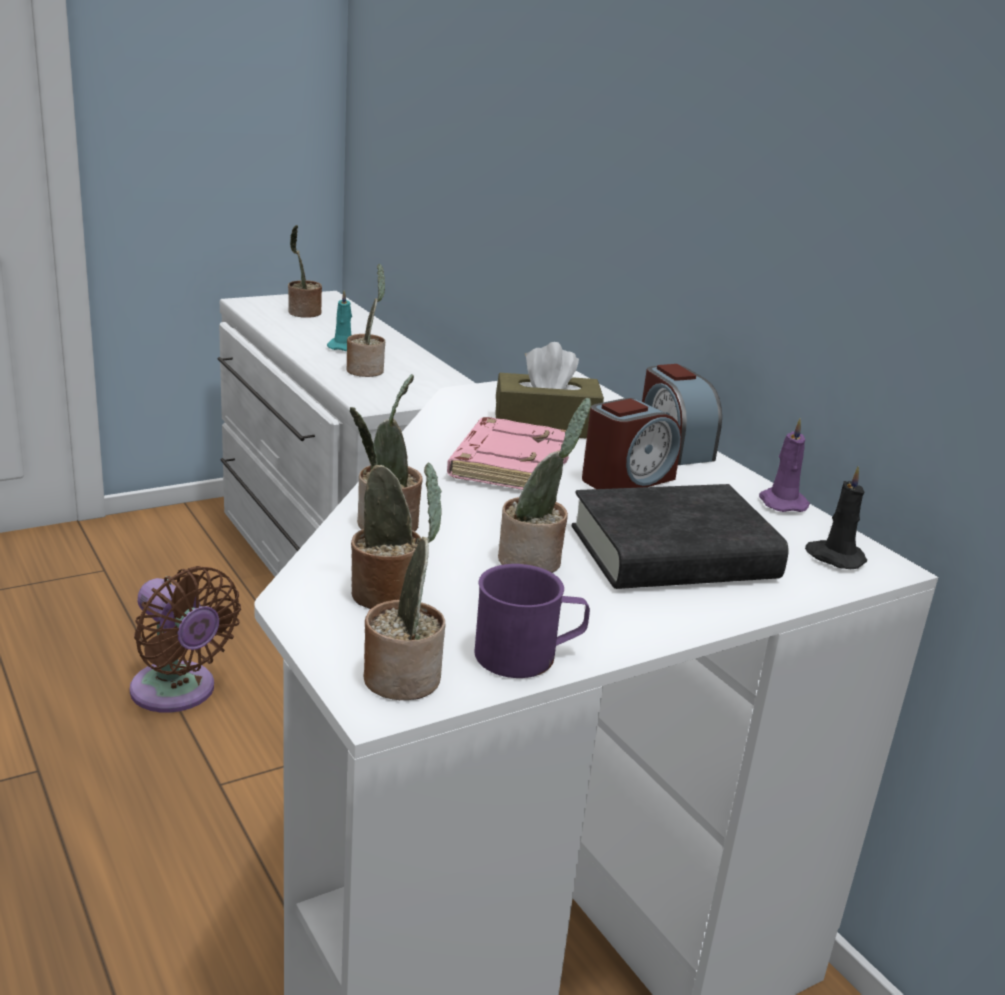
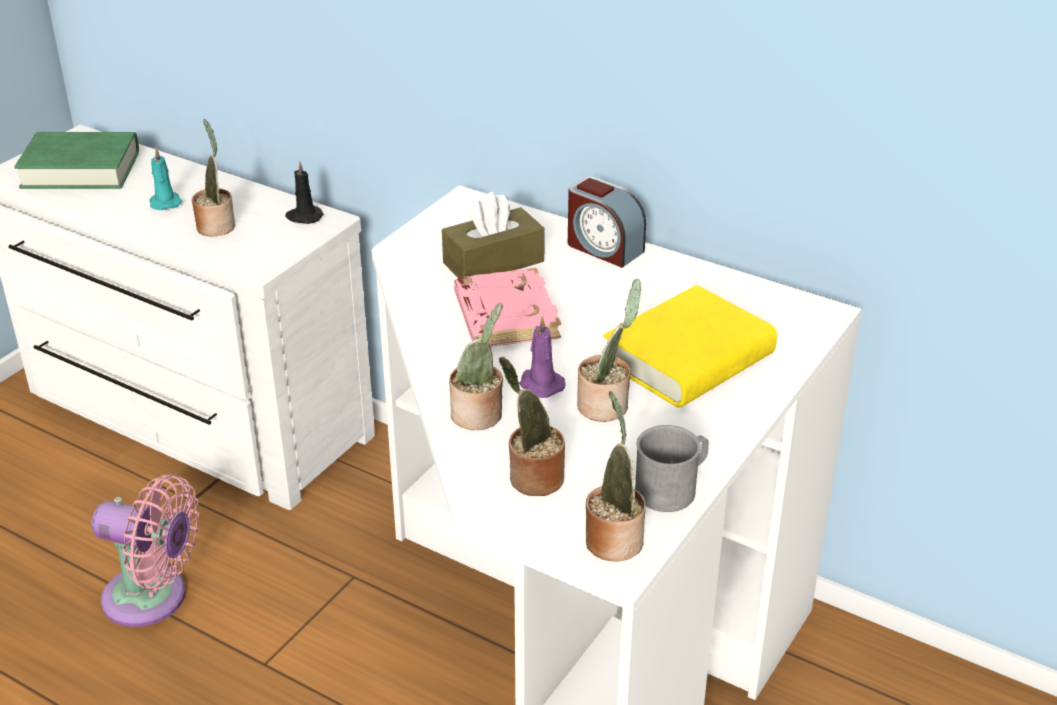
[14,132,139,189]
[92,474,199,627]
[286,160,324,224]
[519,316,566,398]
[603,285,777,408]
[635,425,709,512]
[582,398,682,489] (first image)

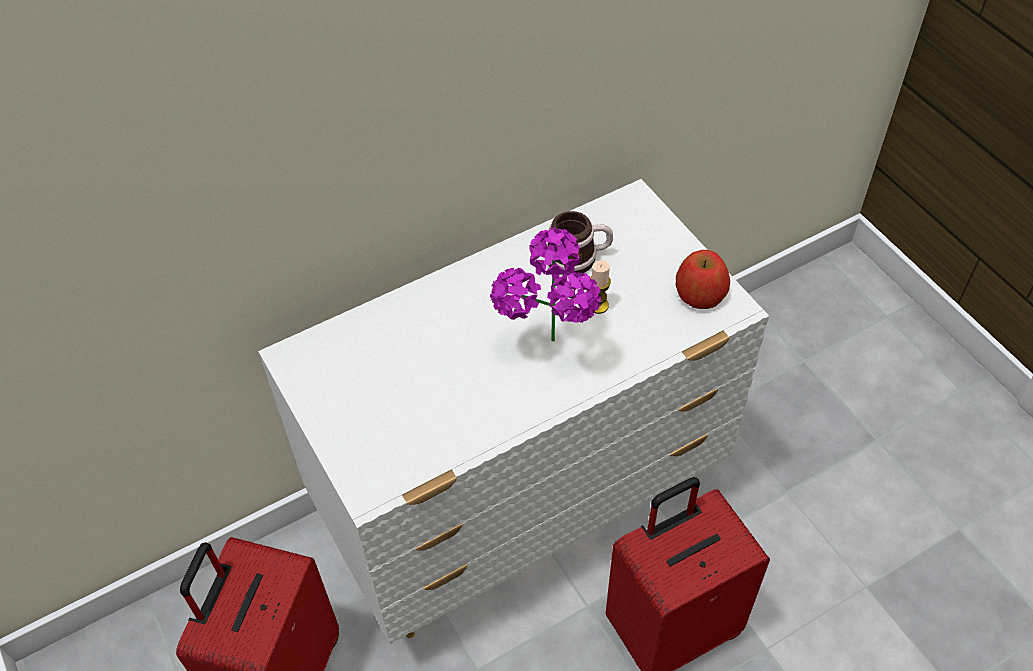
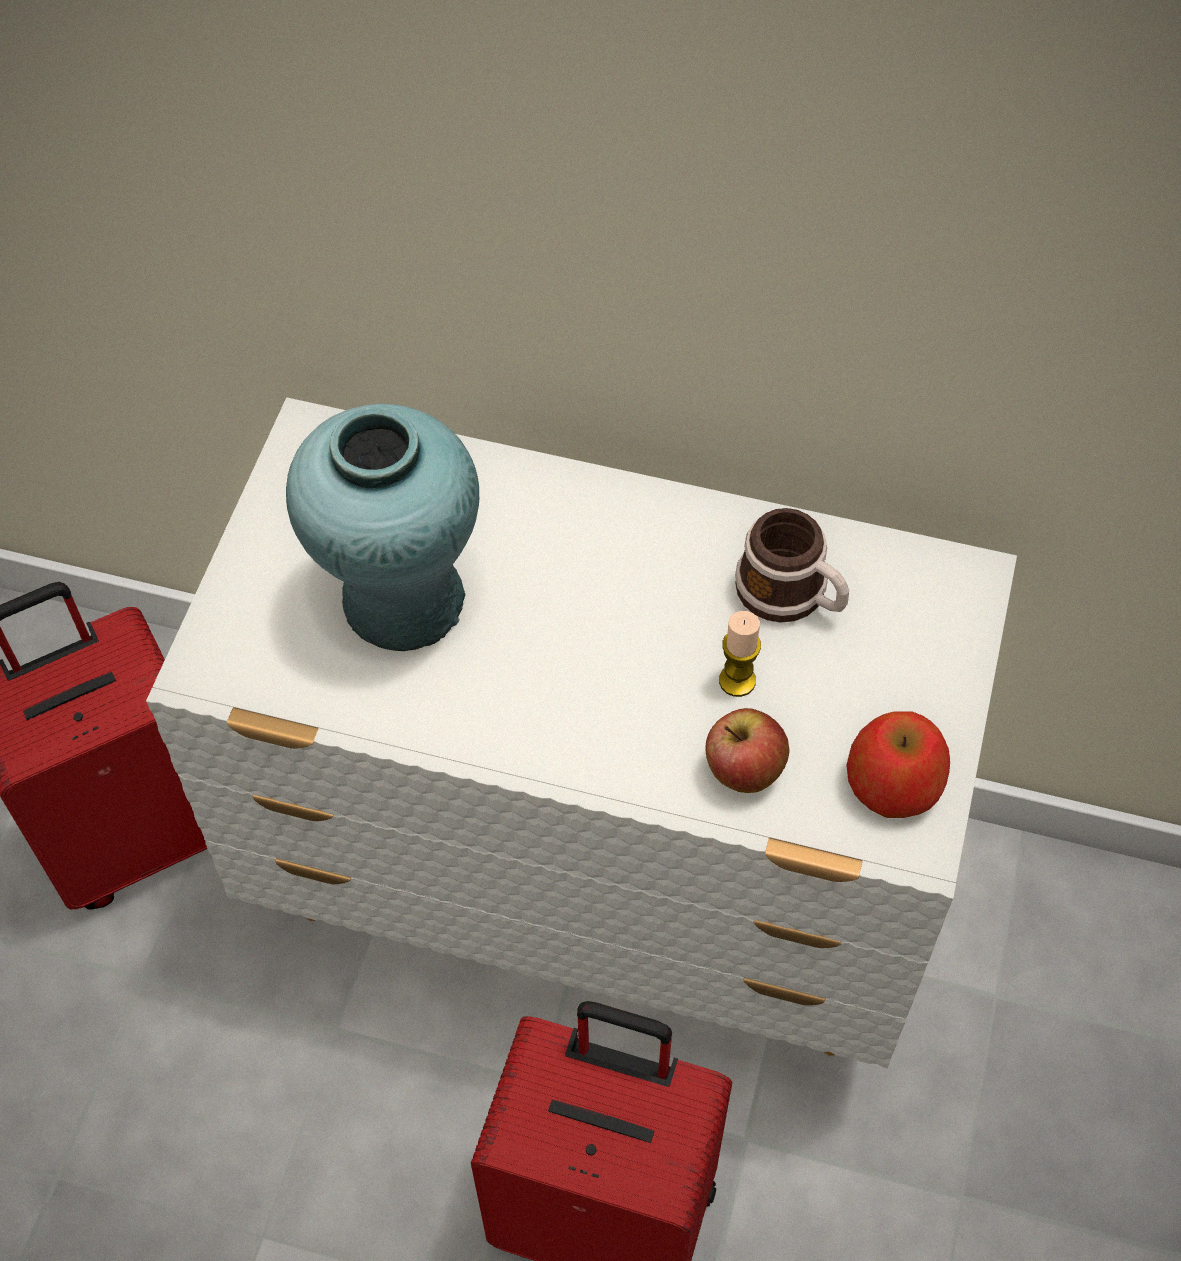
[286,404,479,651]
[705,708,790,793]
[490,227,601,341] (first image)

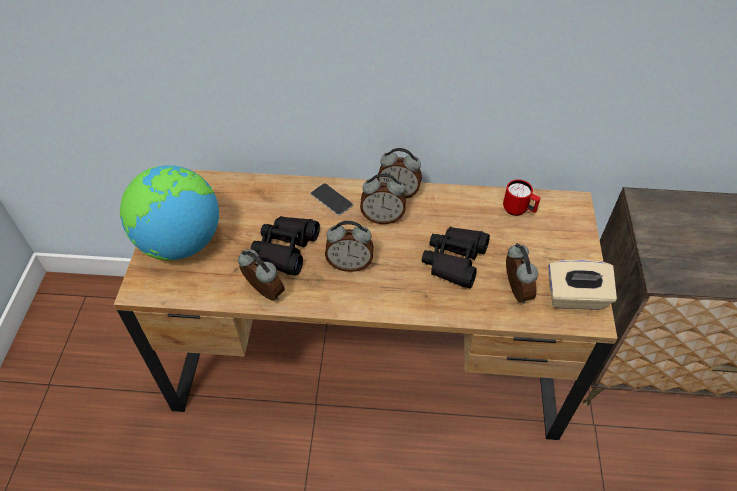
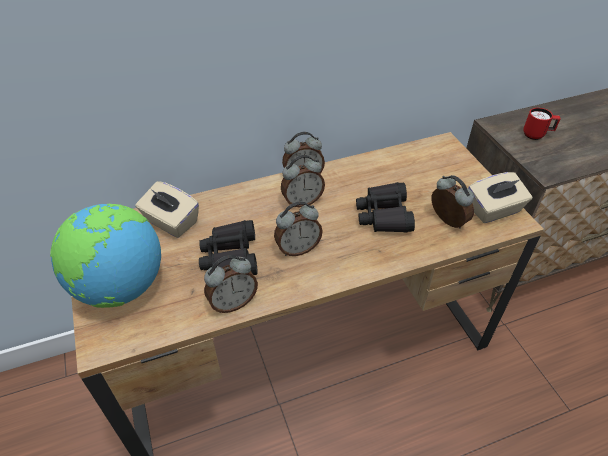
[135,181,199,238]
[204,255,258,313]
[523,108,561,140]
[310,183,353,215] (first image)

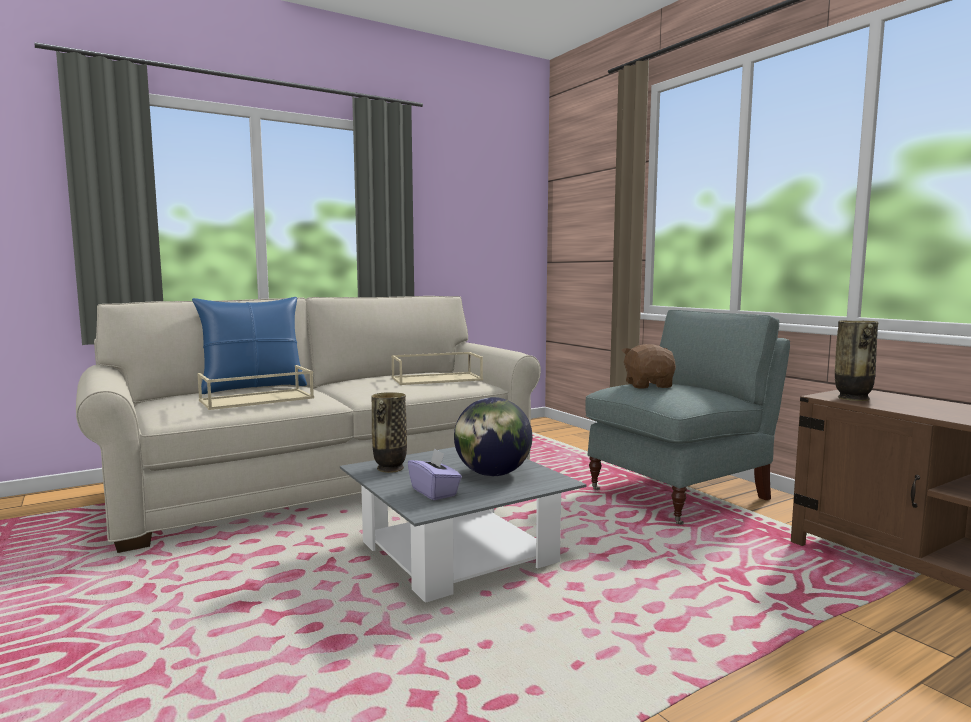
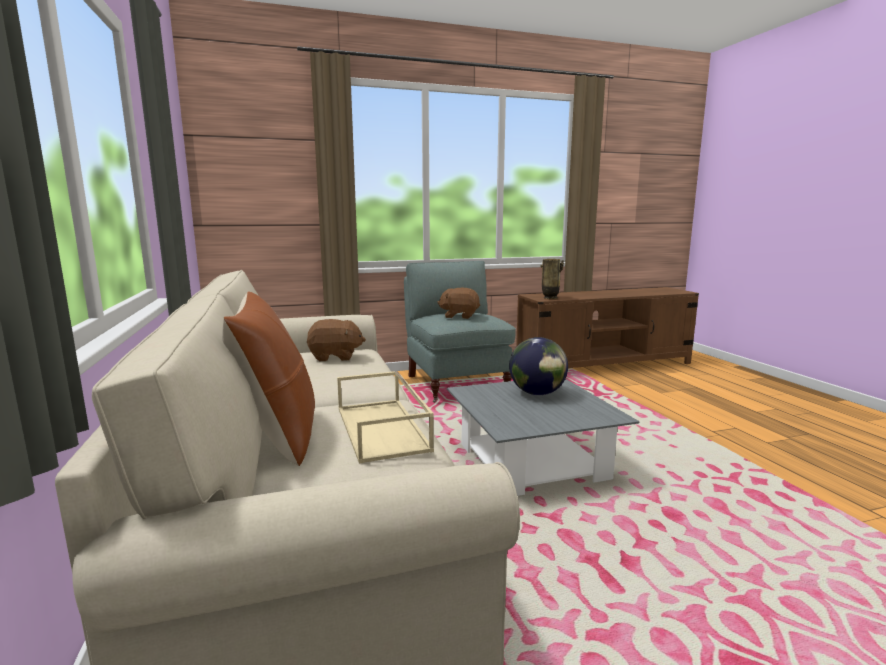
[222,291,315,466]
[307,319,366,361]
[371,392,407,473] (first image)
[408,448,462,500] (first image)

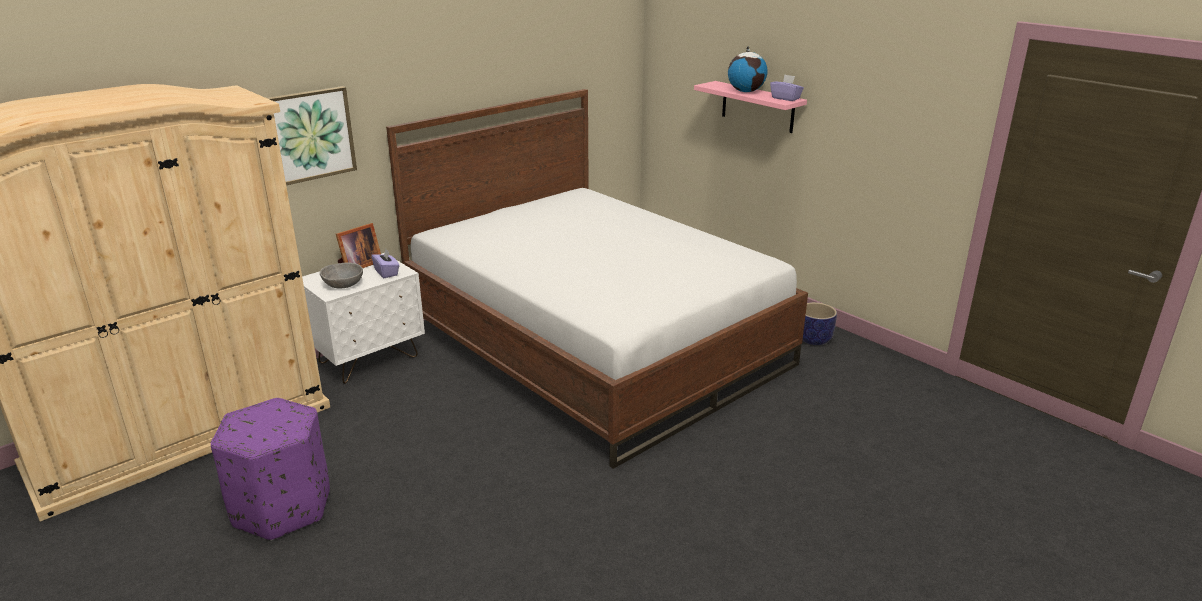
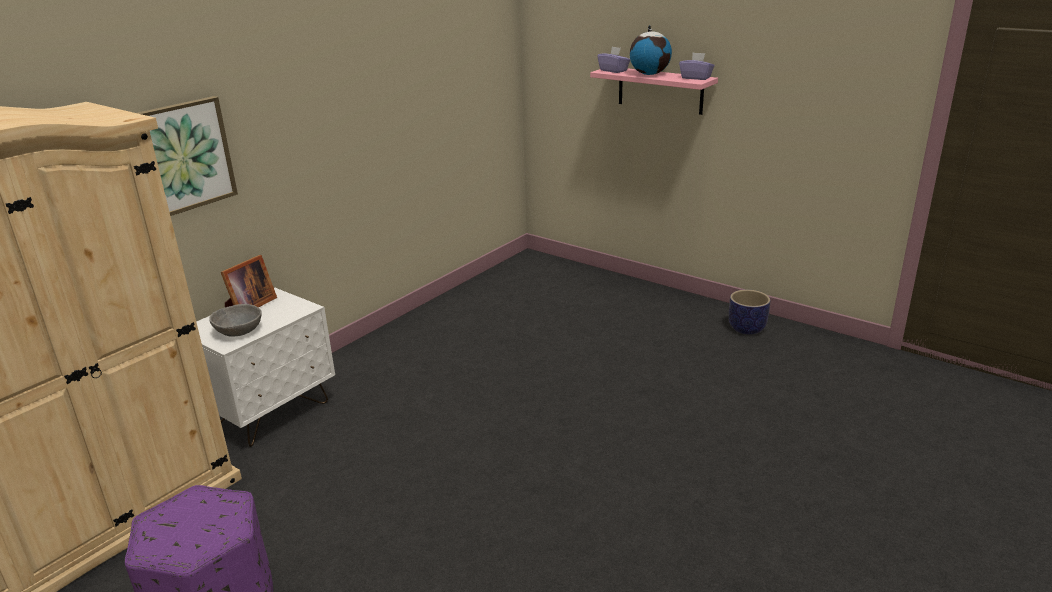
[598,46,630,73]
[386,89,808,469] (first image)

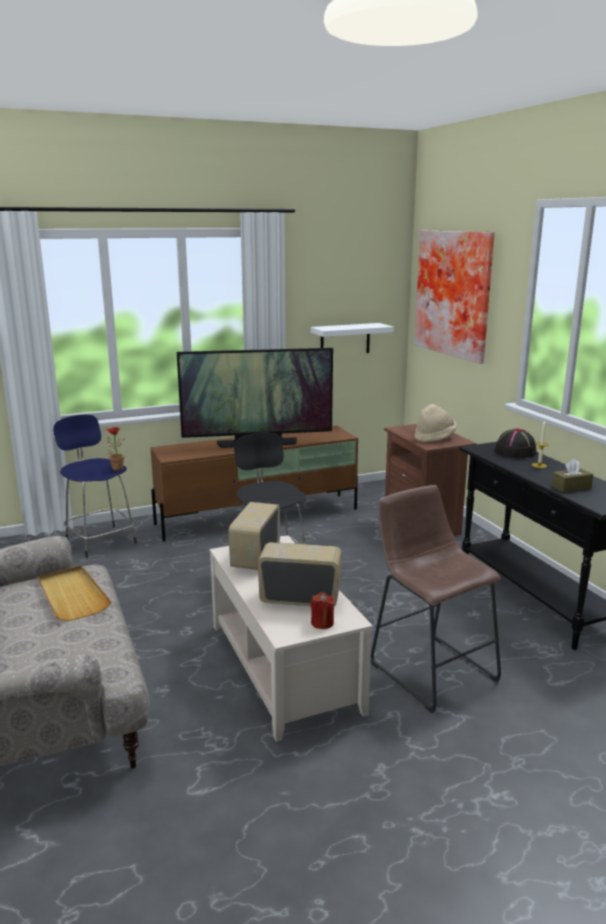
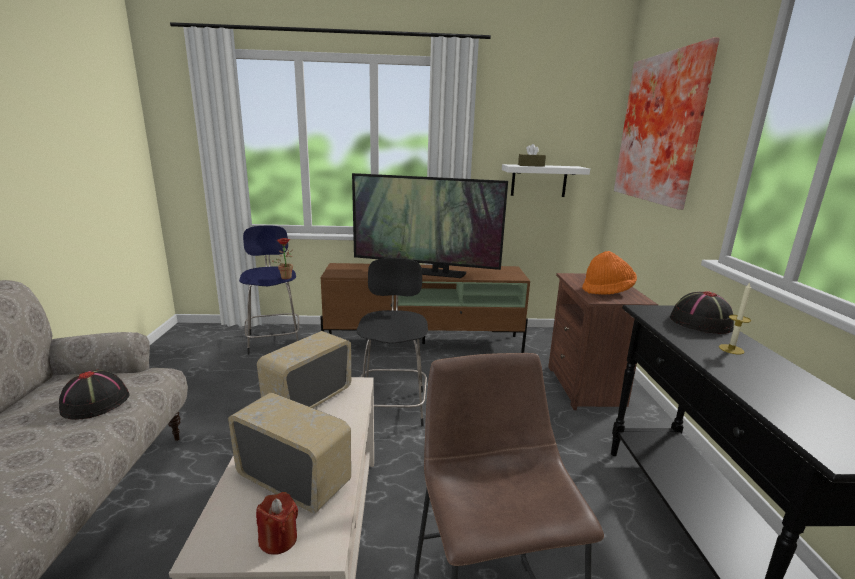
[59,370,130,420]
[518,144,546,167]
[582,251,637,295]

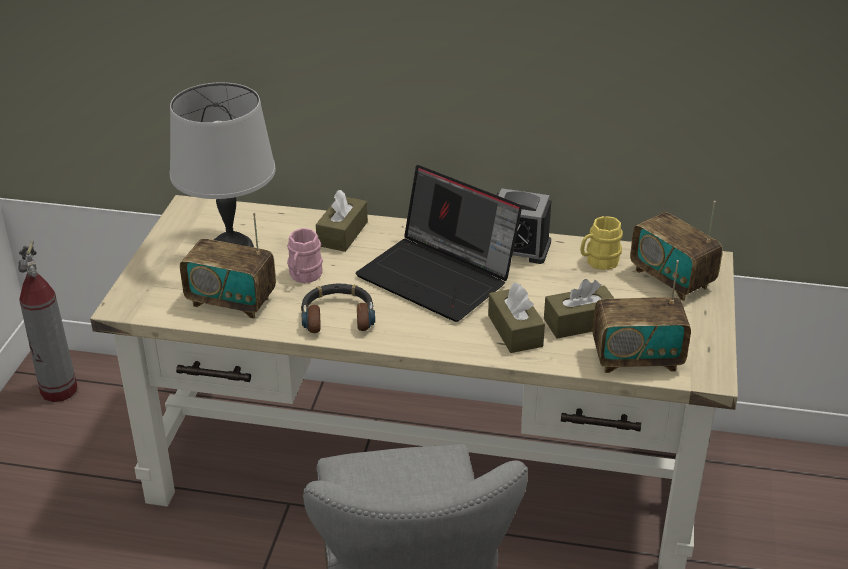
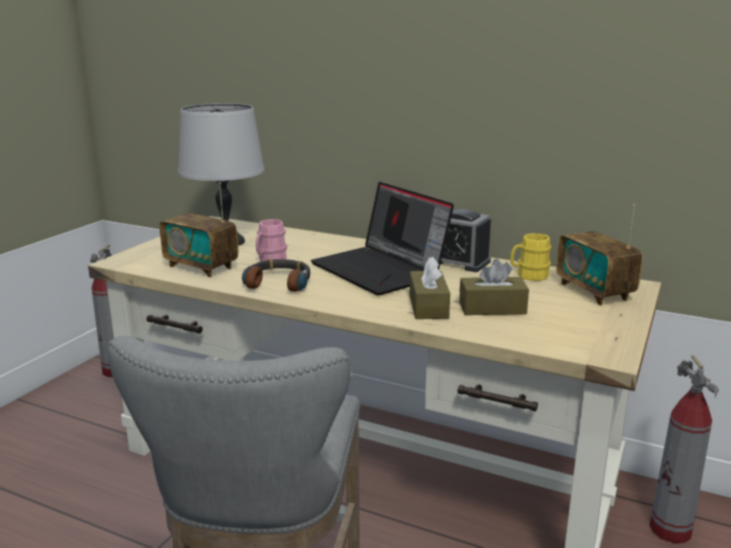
[650,355,719,543]
[316,190,368,252] (first image)
[592,260,691,373] (first image)

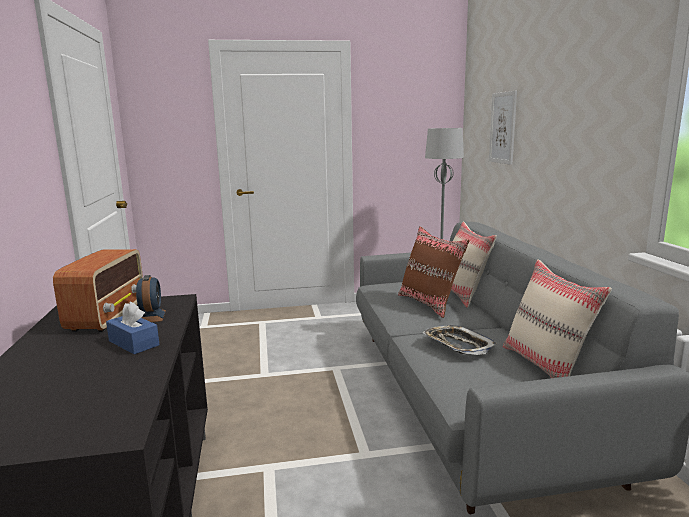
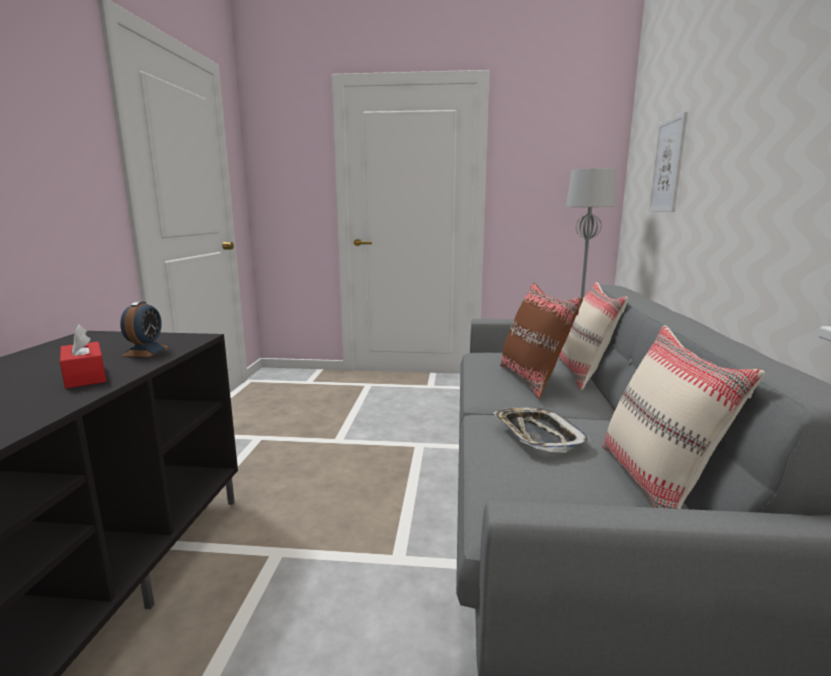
[60,325,106,389]
[53,249,143,332] (first image)

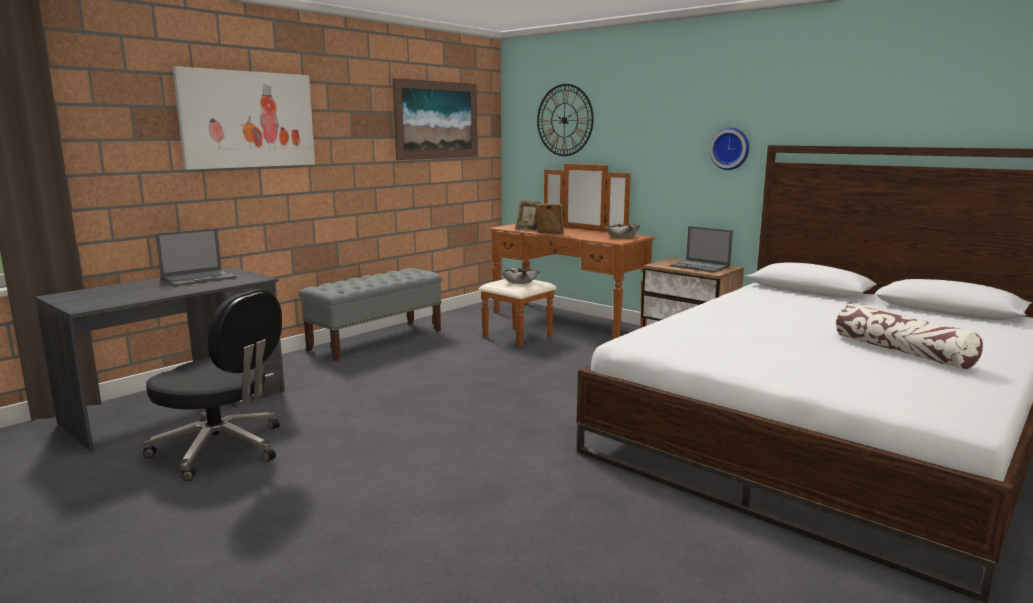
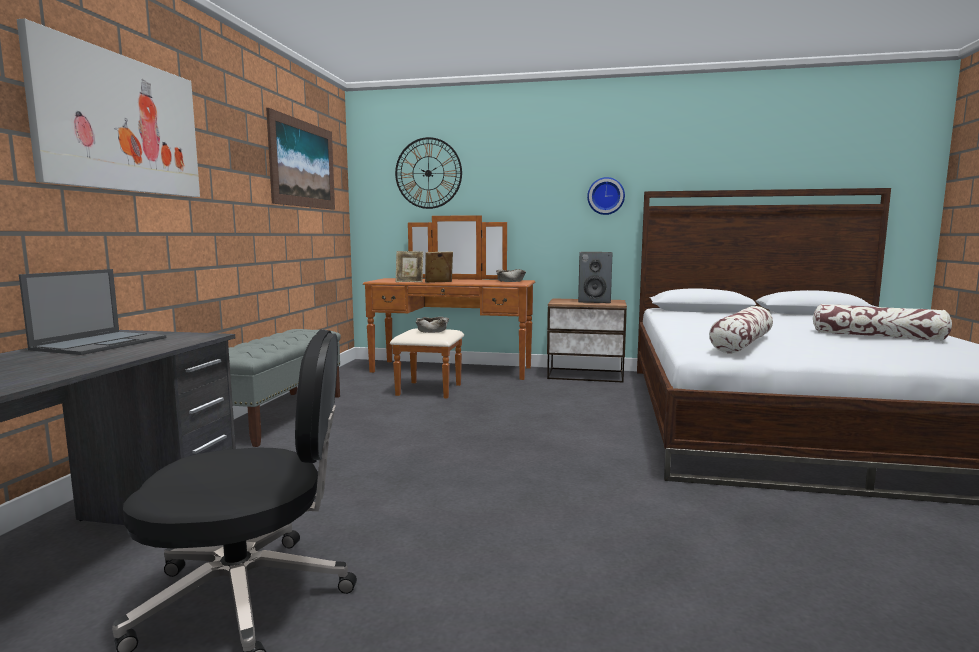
[578,252,612,303]
[709,306,773,353]

